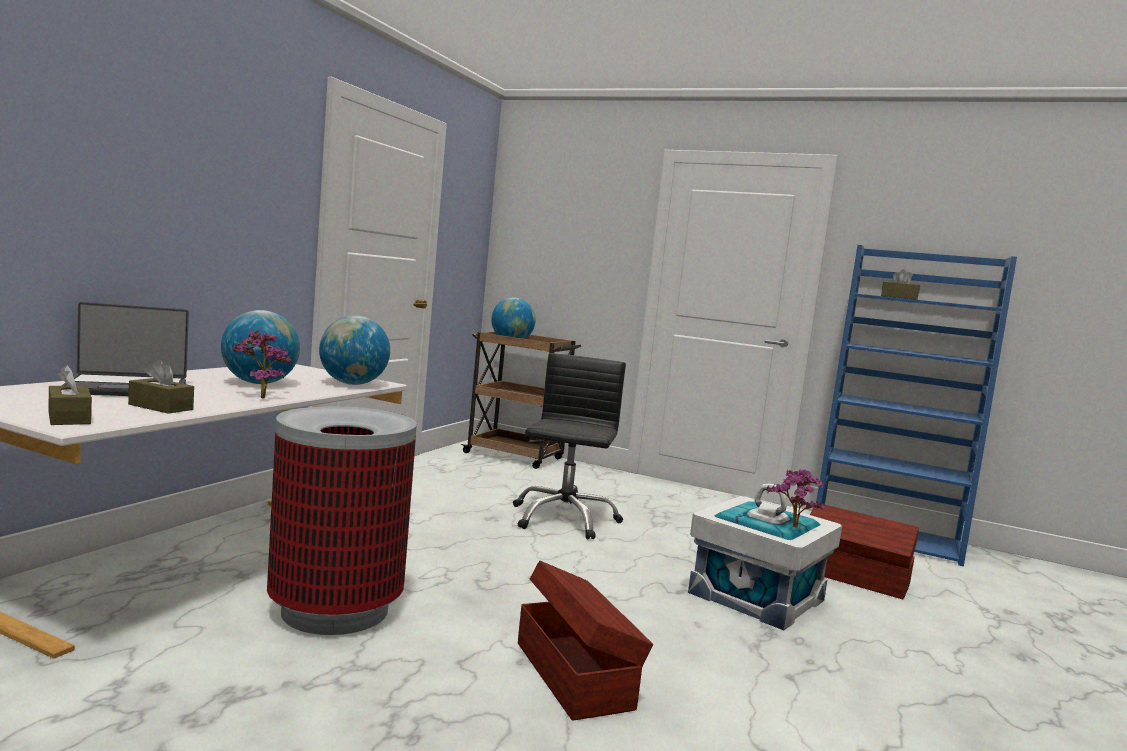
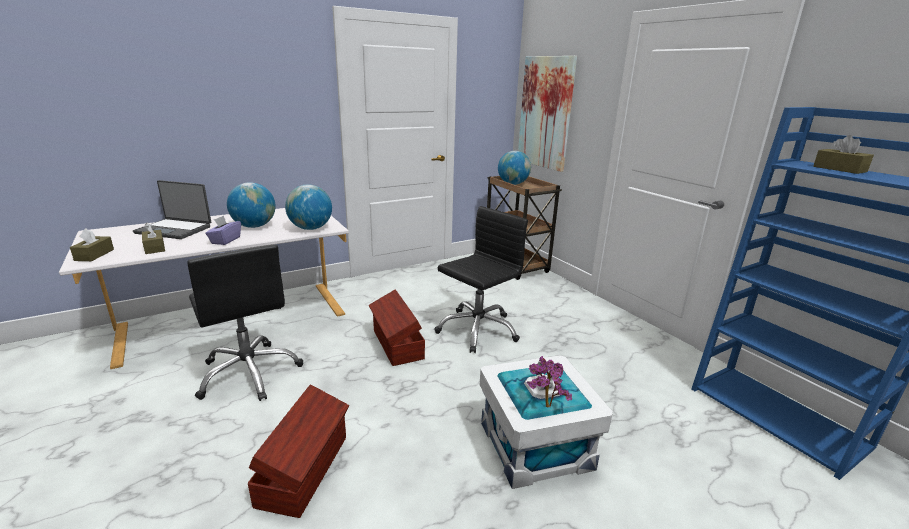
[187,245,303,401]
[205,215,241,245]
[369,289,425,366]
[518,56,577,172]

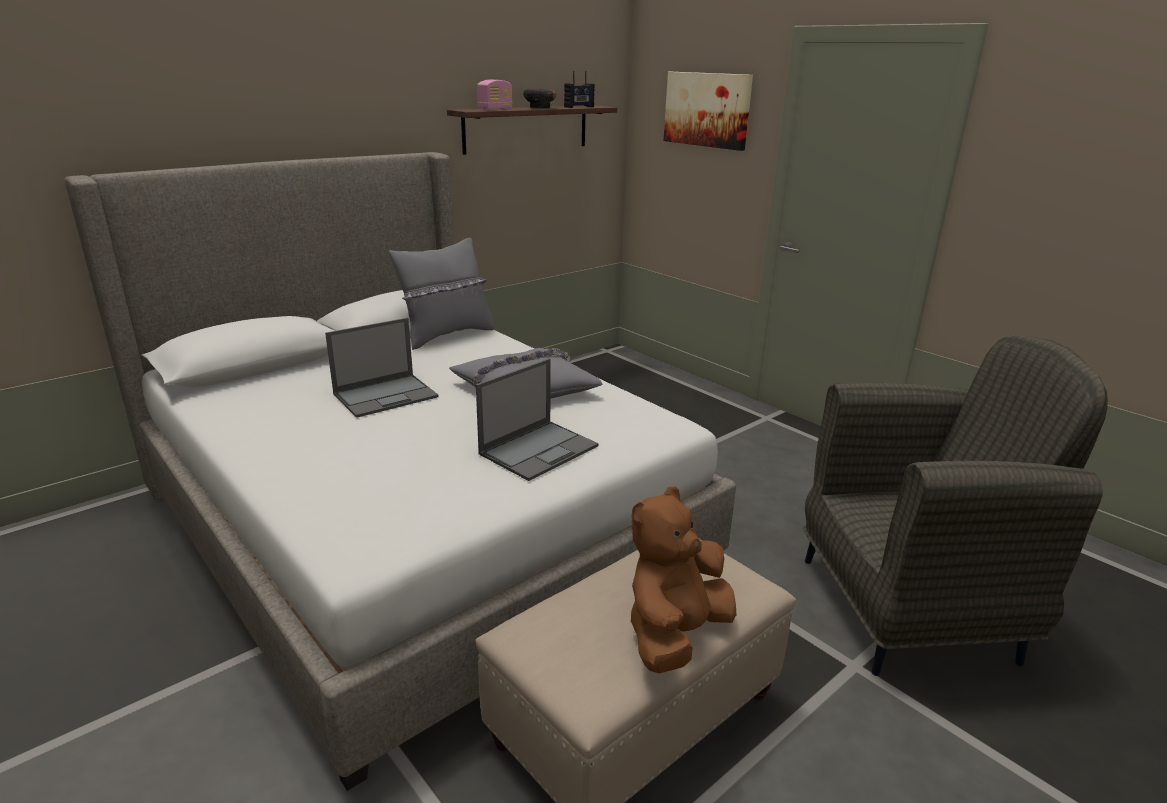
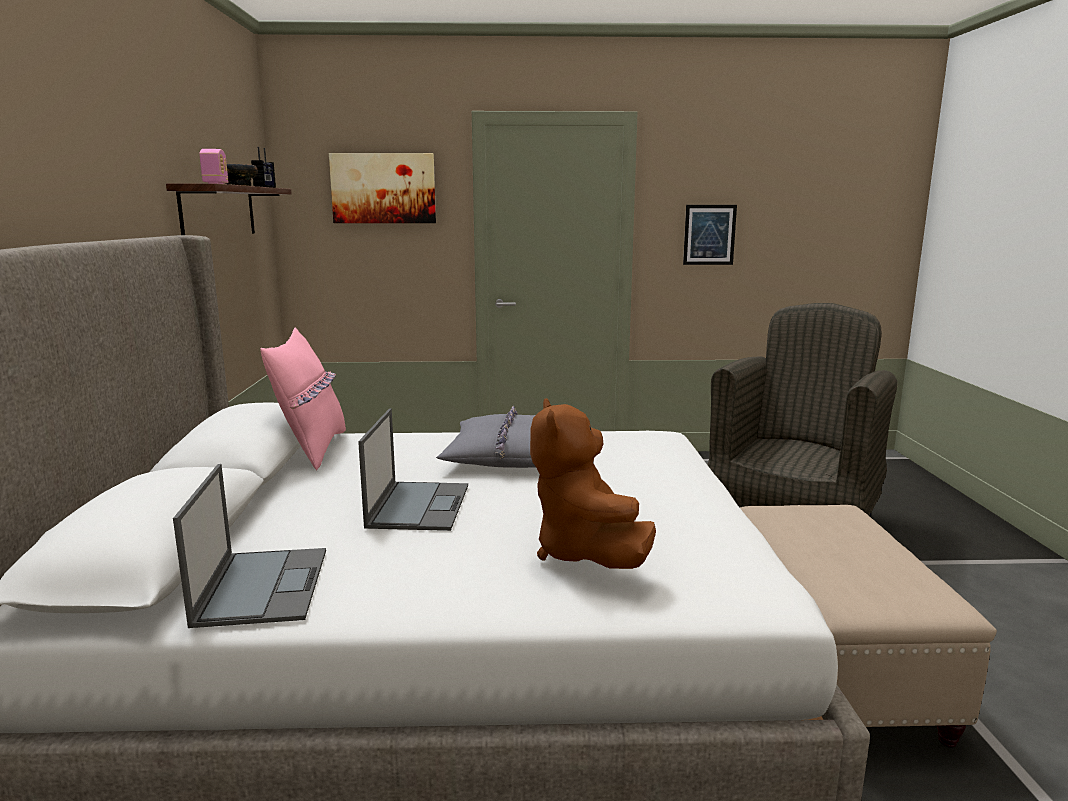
[173,464,326,628]
[260,328,346,470]
[530,398,656,569]
[683,205,737,265]

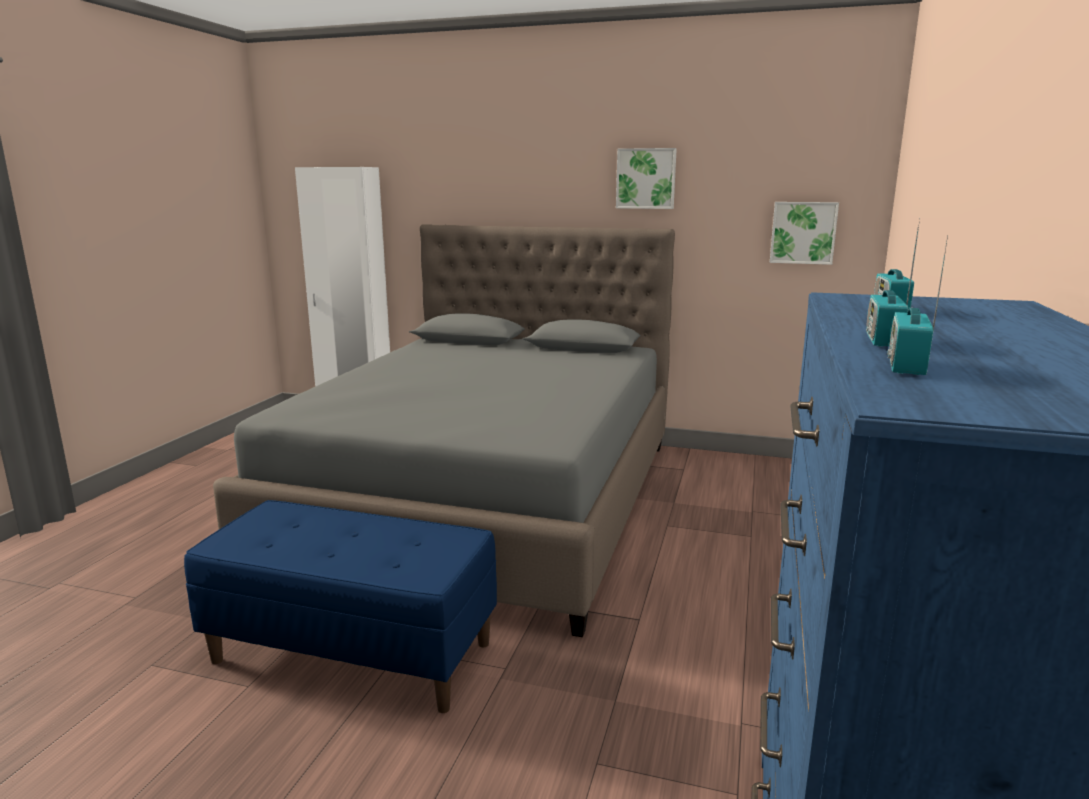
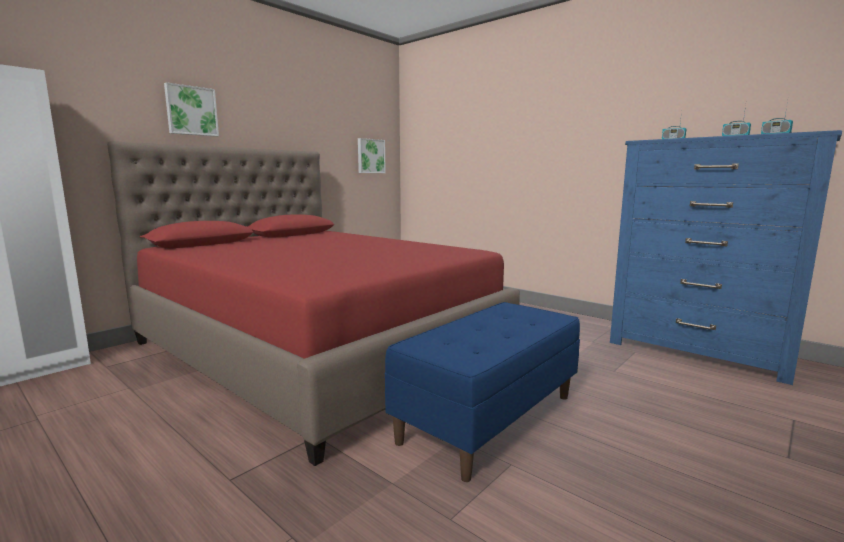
[107,141,520,466]
[164,82,219,137]

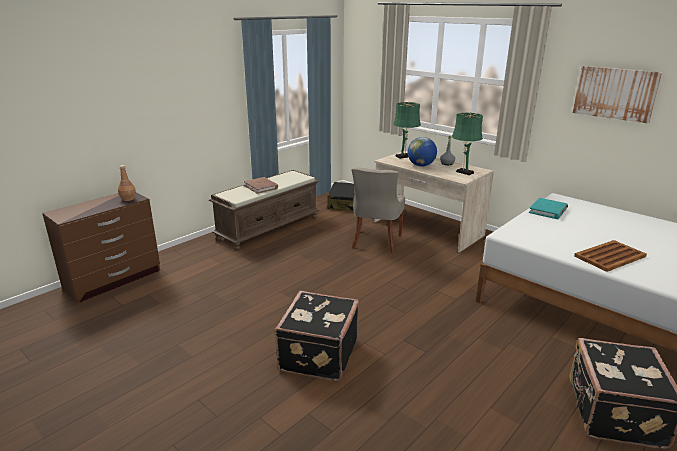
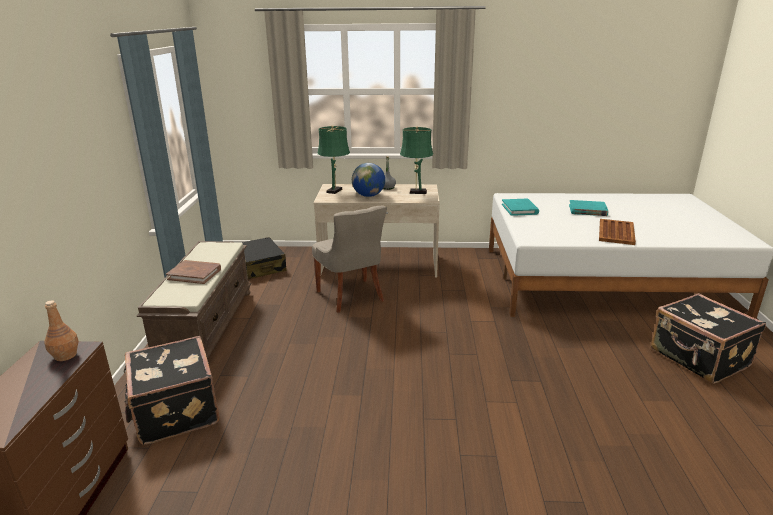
[124,336,220,445]
[569,200,608,216]
[573,66,662,123] (first image)

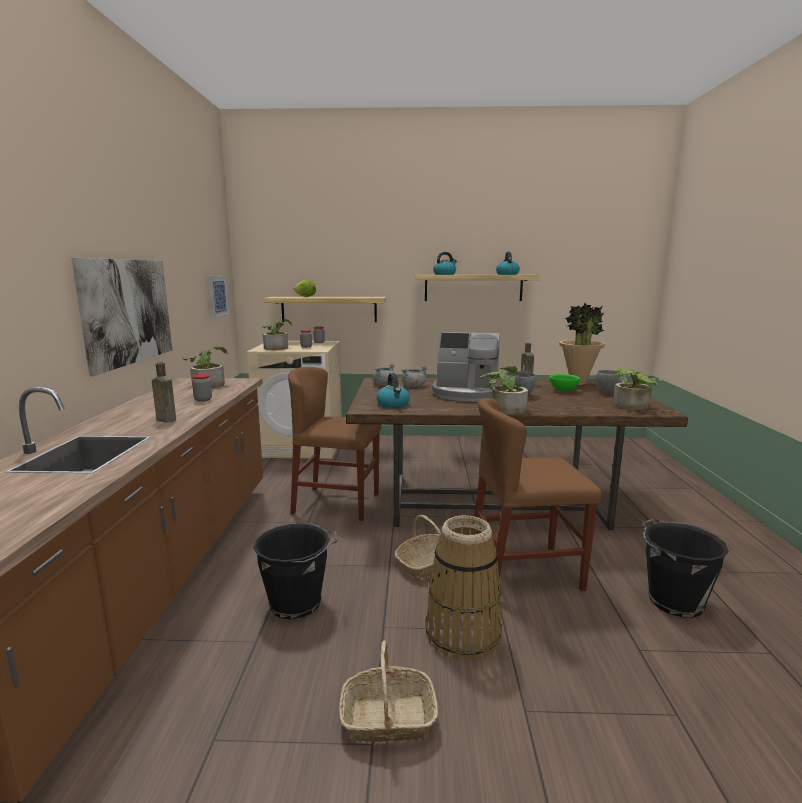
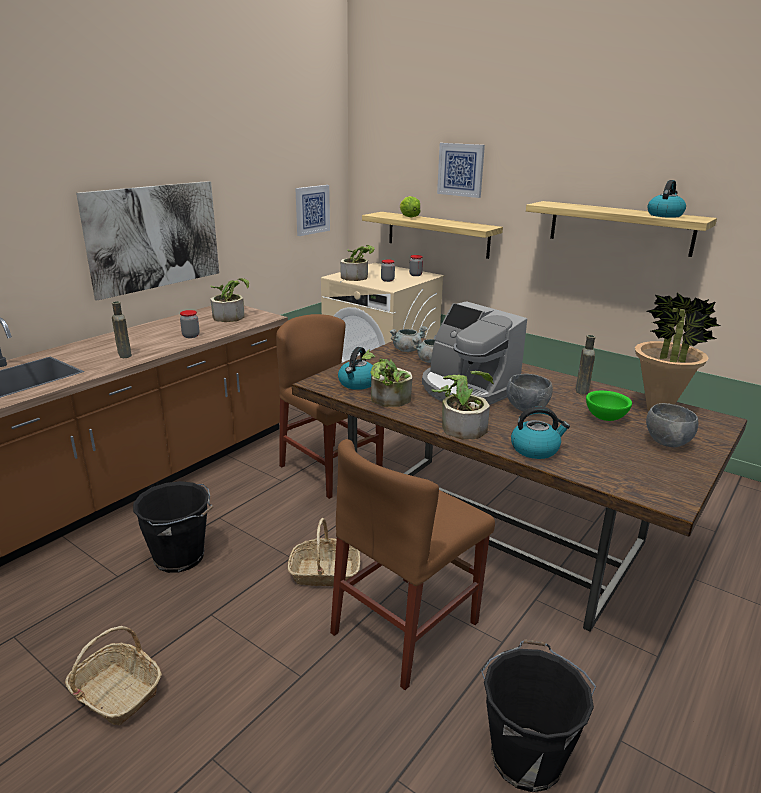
[330,439,495,690]
[361,350,412,407]
[437,143,485,198]
[511,407,570,459]
[425,515,502,661] (first image)

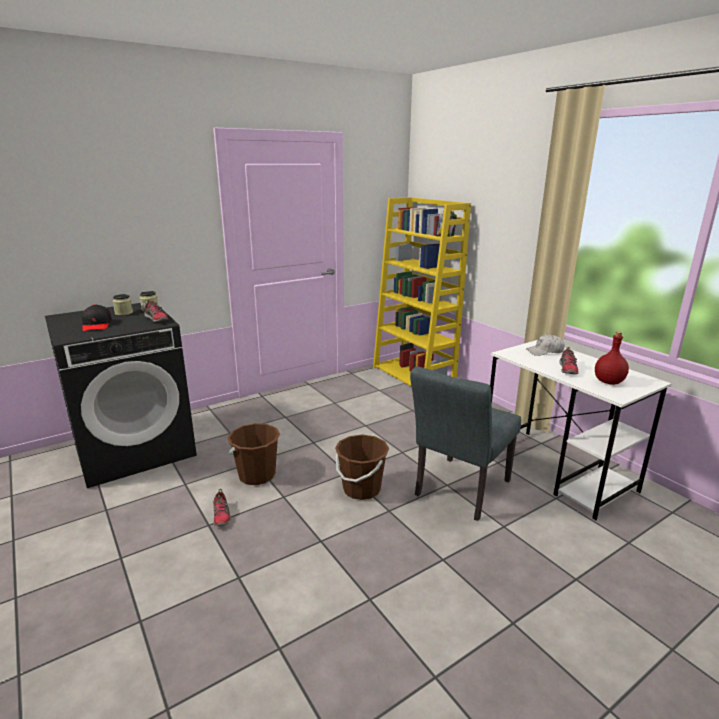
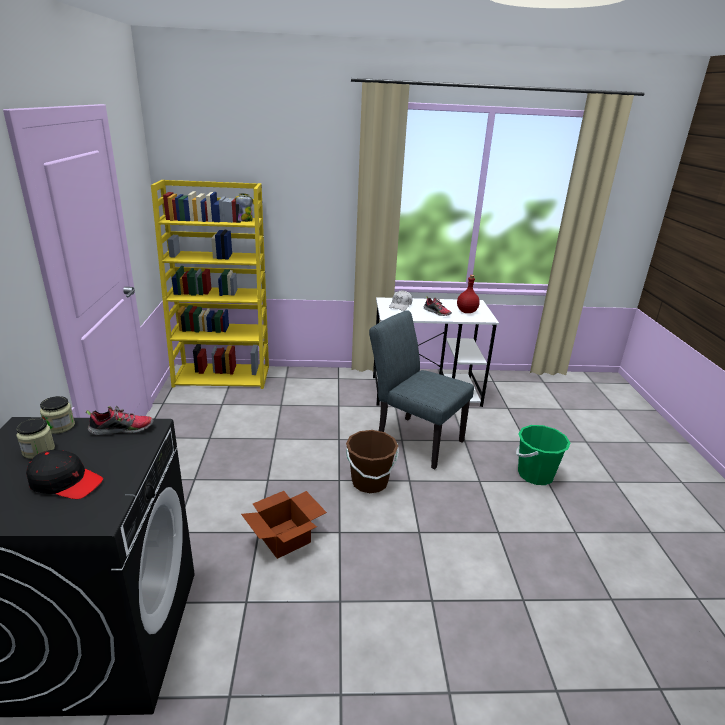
[241,491,327,559]
[369,310,474,470]
[516,425,571,485]
[212,489,231,526] (first image)

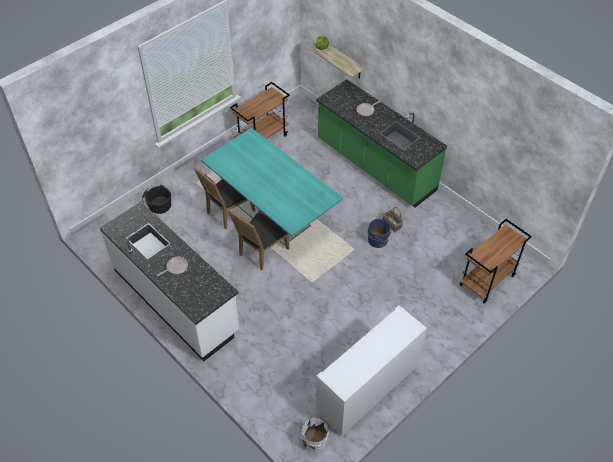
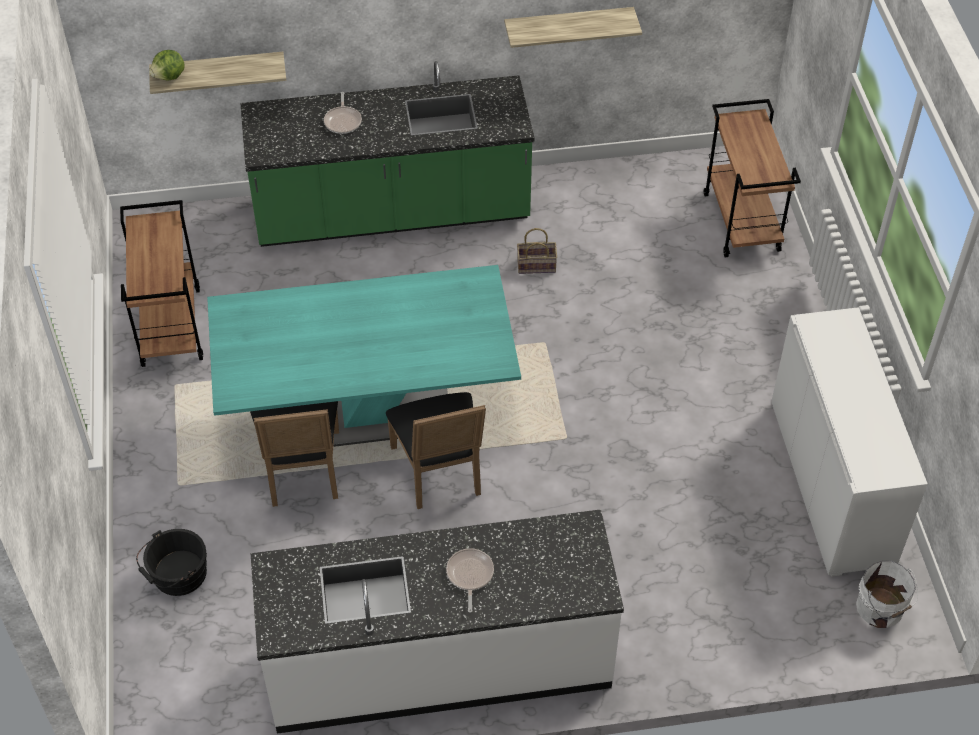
[504,7,642,48]
[368,219,392,248] (first image)

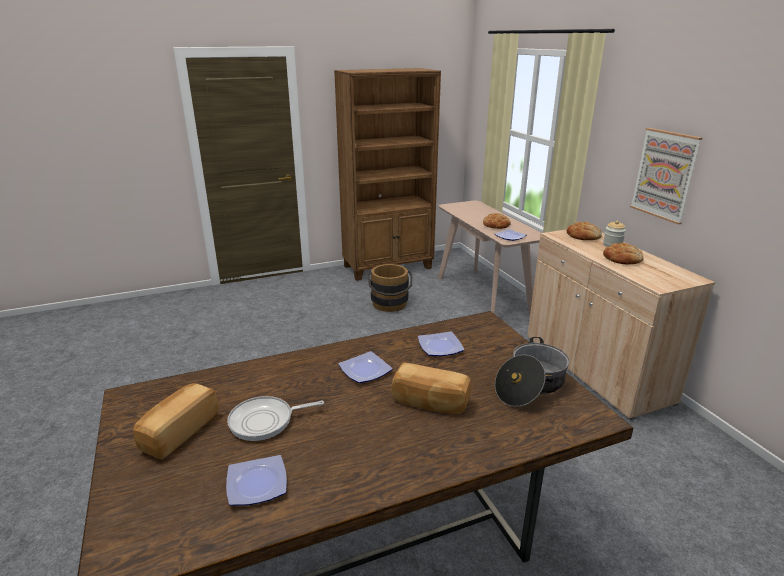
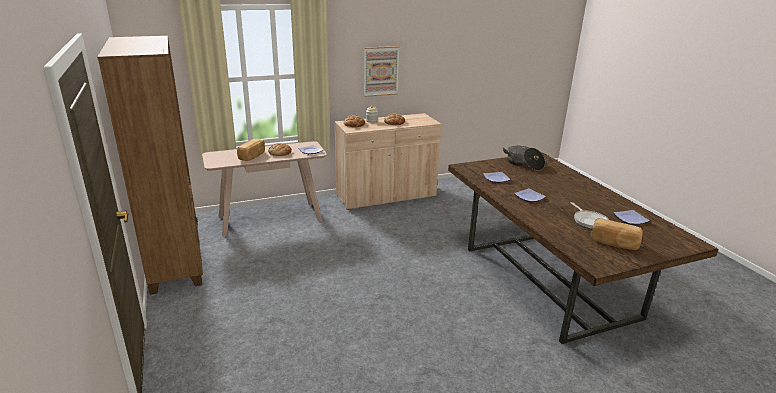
[237,139,265,161]
[367,264,412,312] (first image)

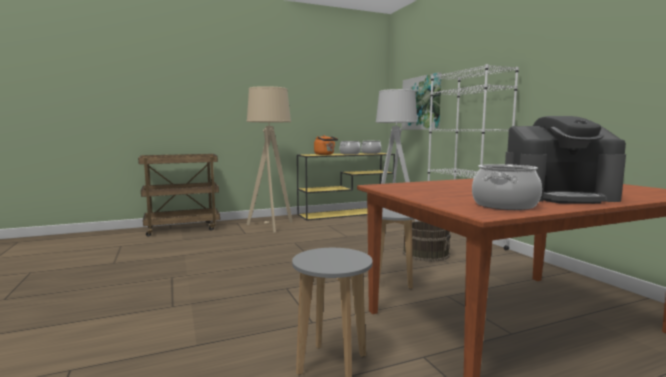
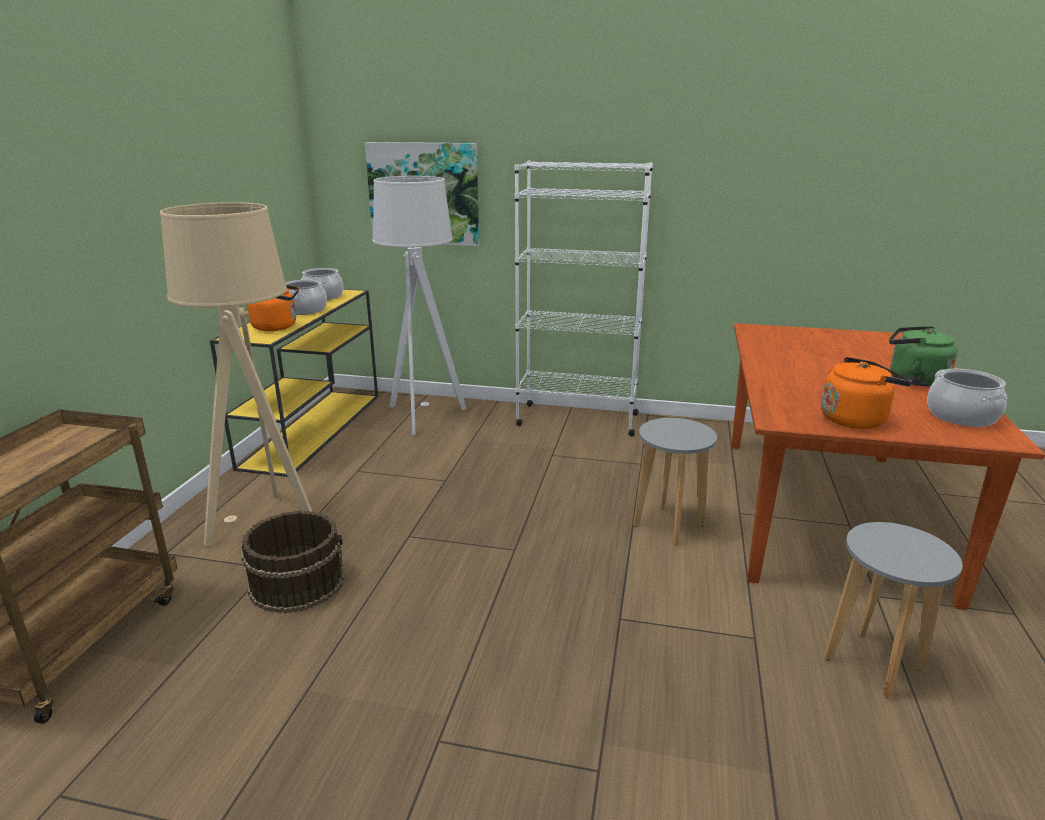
[241,511,344,614]
[821,357,912,429]
[889,326,958,387]

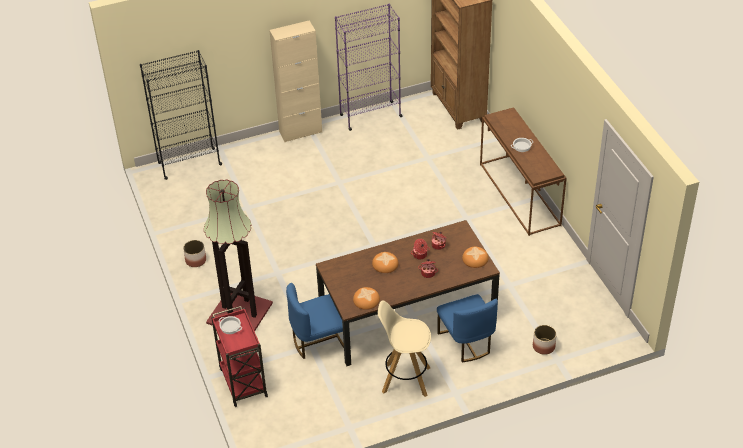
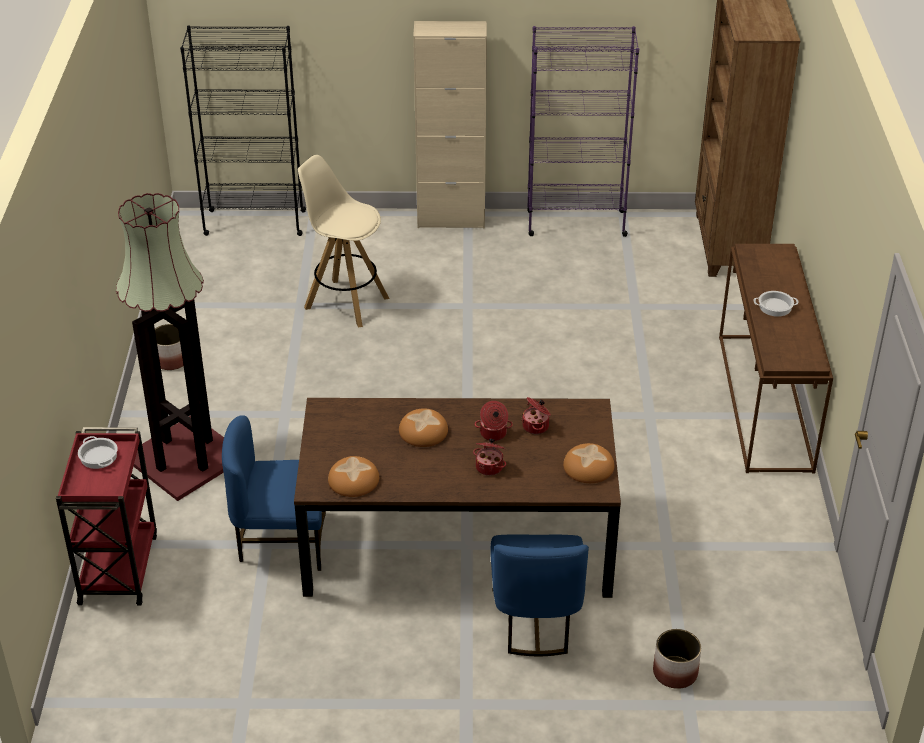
[298,155,390,328]

